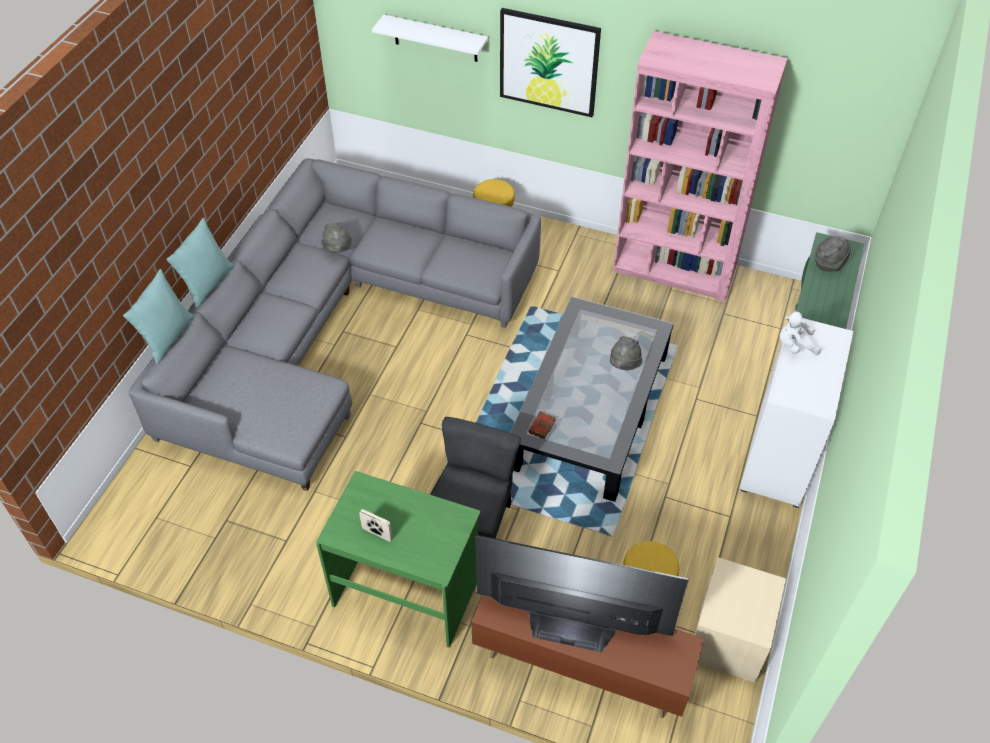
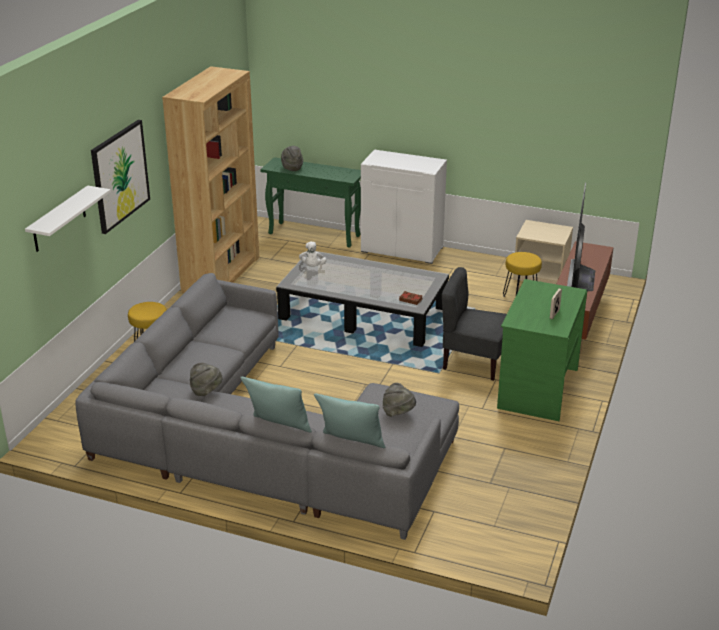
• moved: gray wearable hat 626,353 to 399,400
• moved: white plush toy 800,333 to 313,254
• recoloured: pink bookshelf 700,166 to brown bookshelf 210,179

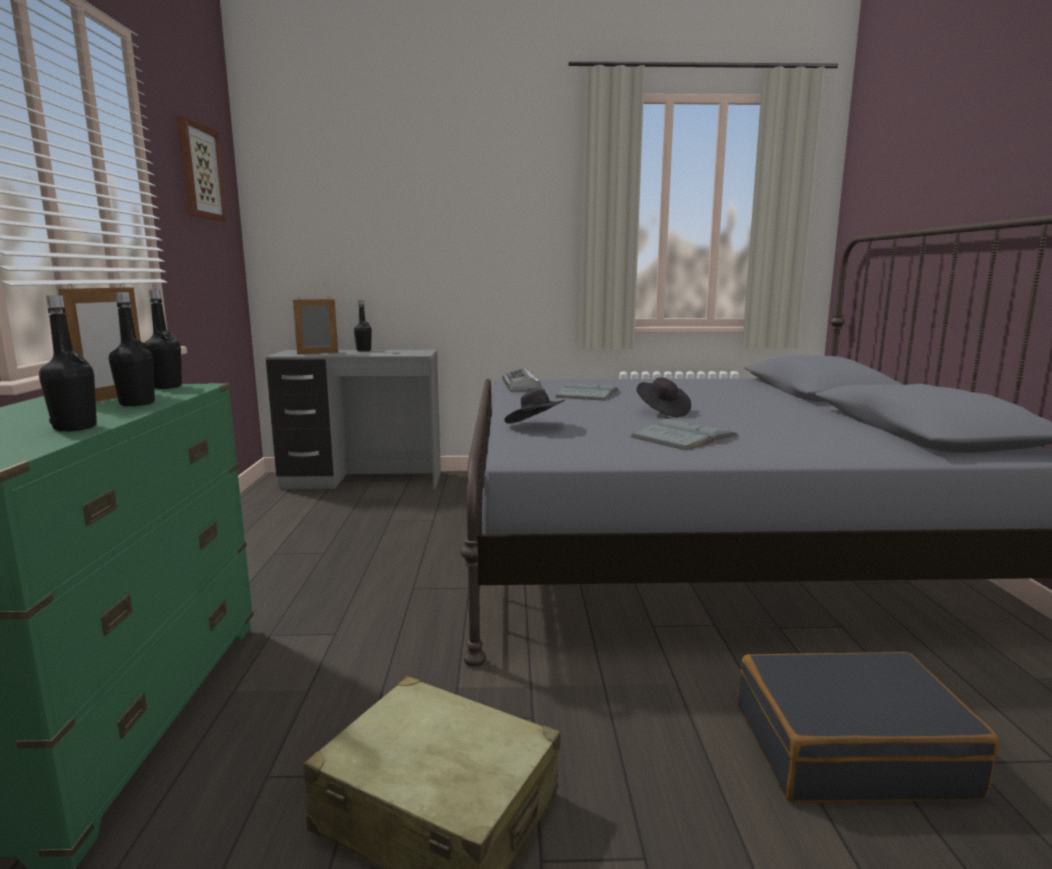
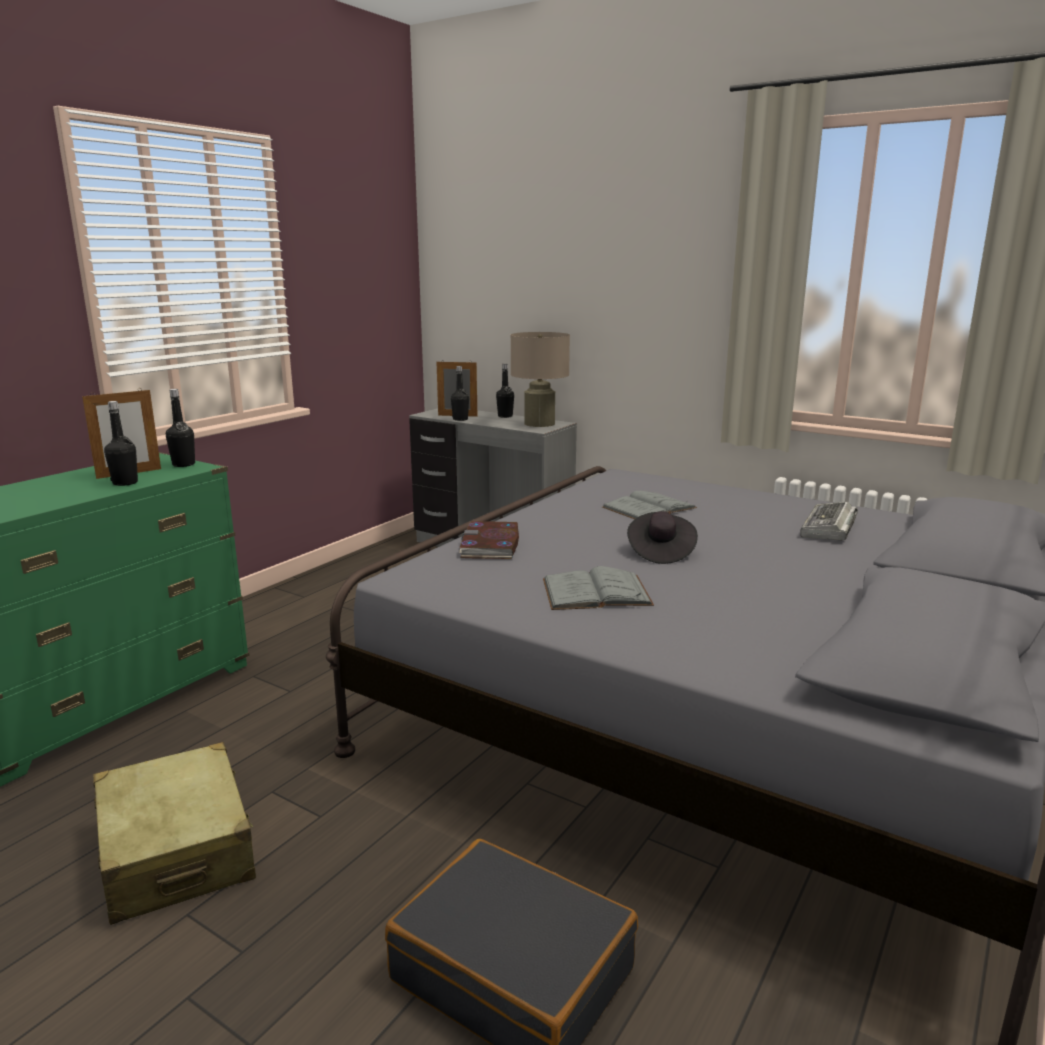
• removed: wall picture 202,169
• added: beige-coloured tabletop lamp 540,379
• moved: black bottle 68,363 to 460,393
• moved: PC keyboard 521,379 to 829,521
• replaced: black wearable hat 535,407 to bound book 489,540

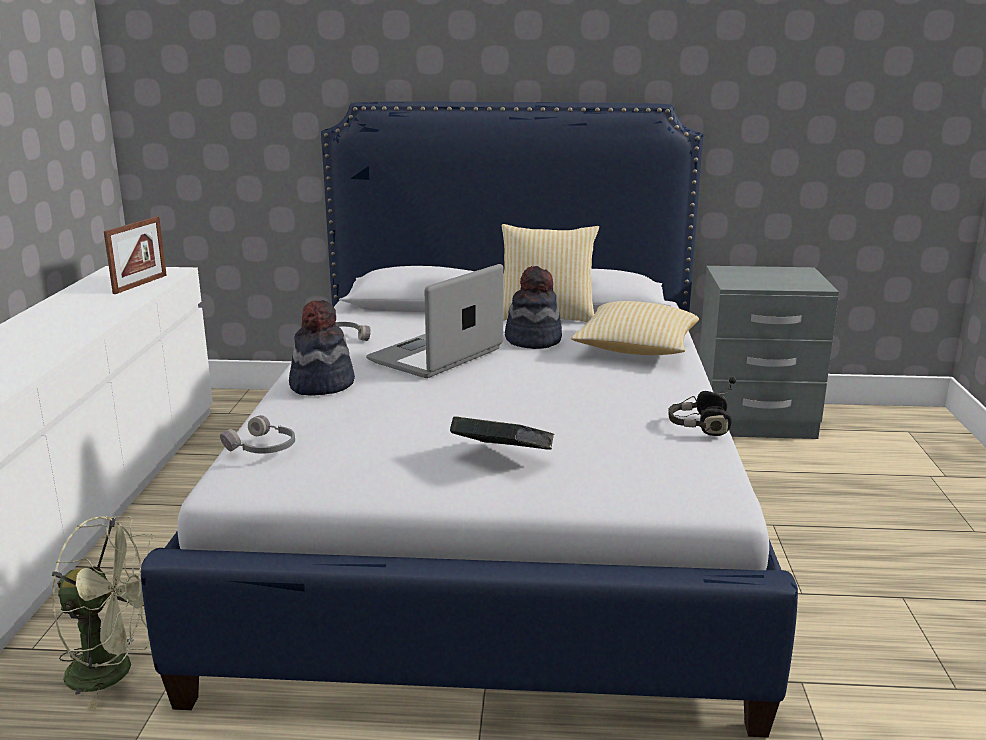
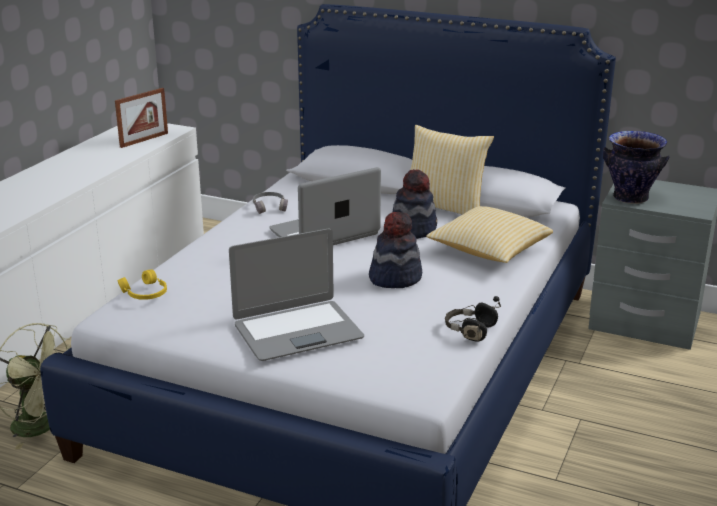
• added: decorative vase 636,167
• moved: wearable hat 322,348 to 395,250
• replaced: bound book 502,433 to portable computer 296,295
• recoloured: gray pair of headphones 257,434 to yellow pair of headphones 142,284

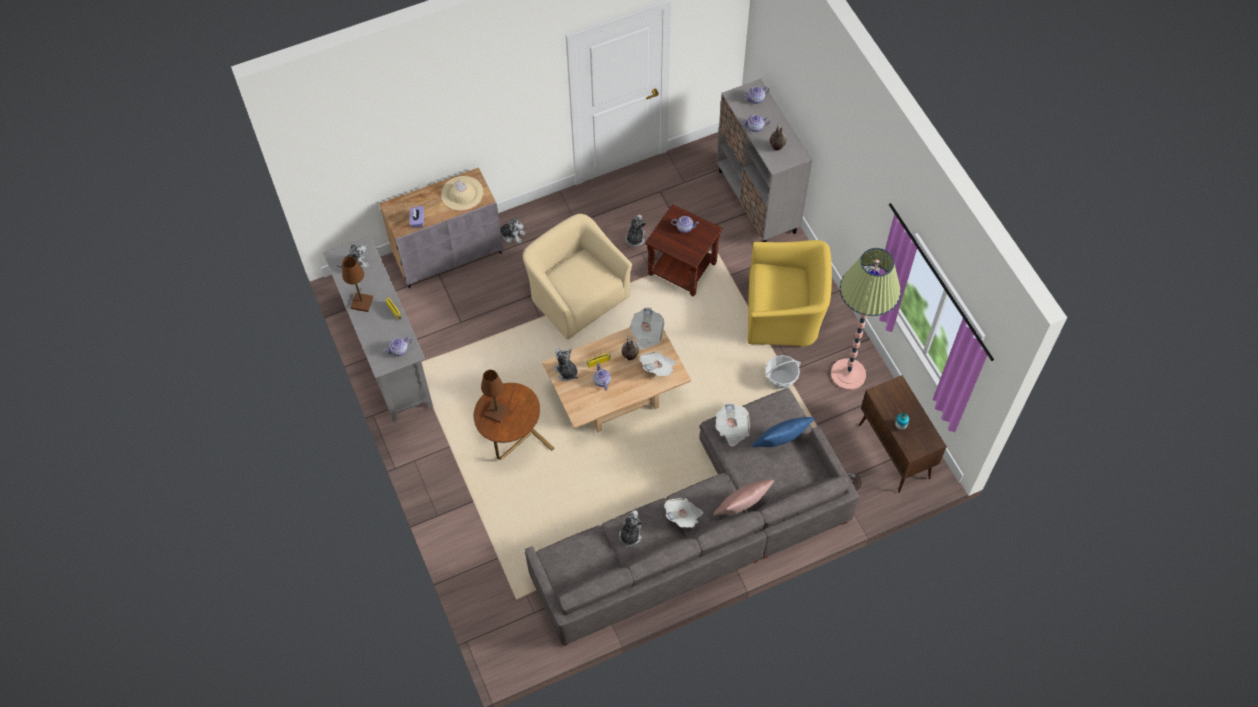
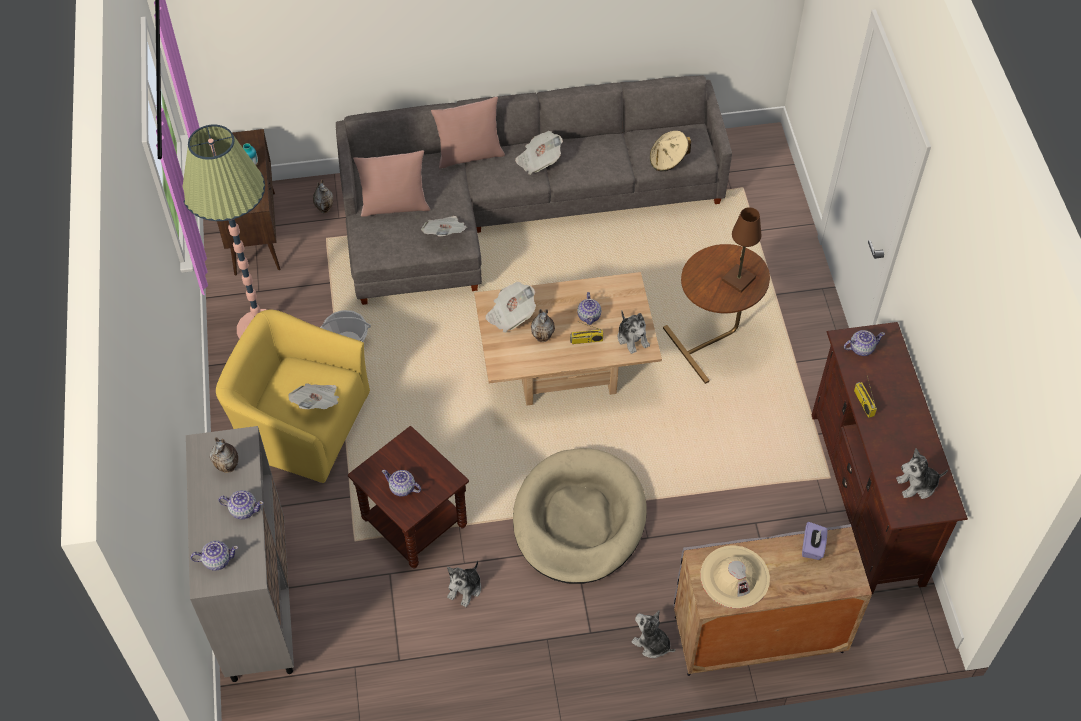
• removed: brown tabletop lamp 357,284
• removed: plush toy 631,529
• added: beige-coloured wearable hat 670,151
• moved: daily paper 647,328 to 313,396
• replaced: beige-coloured lounge chair 577,277 to beige-coloured dog cushion 580,516
• recoloured: gray media console 378,329 to brown media console 890,458
• recoloured: blue-coloured throw pillow 783,432 to pink throw pillow 391,183

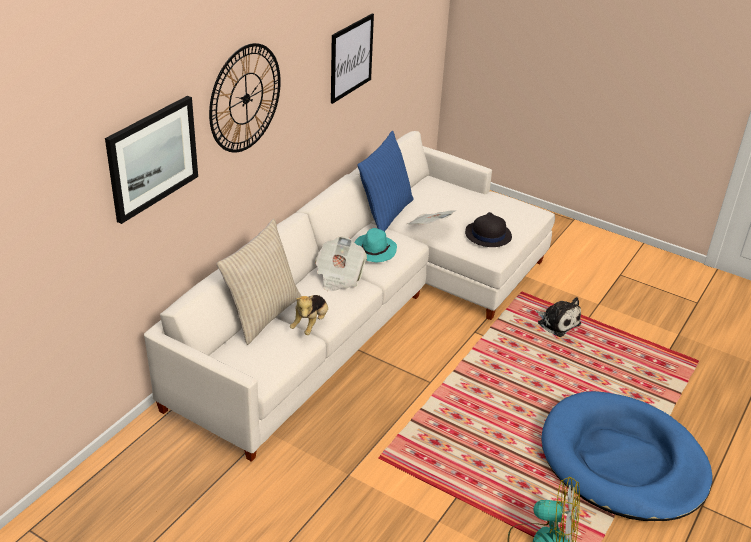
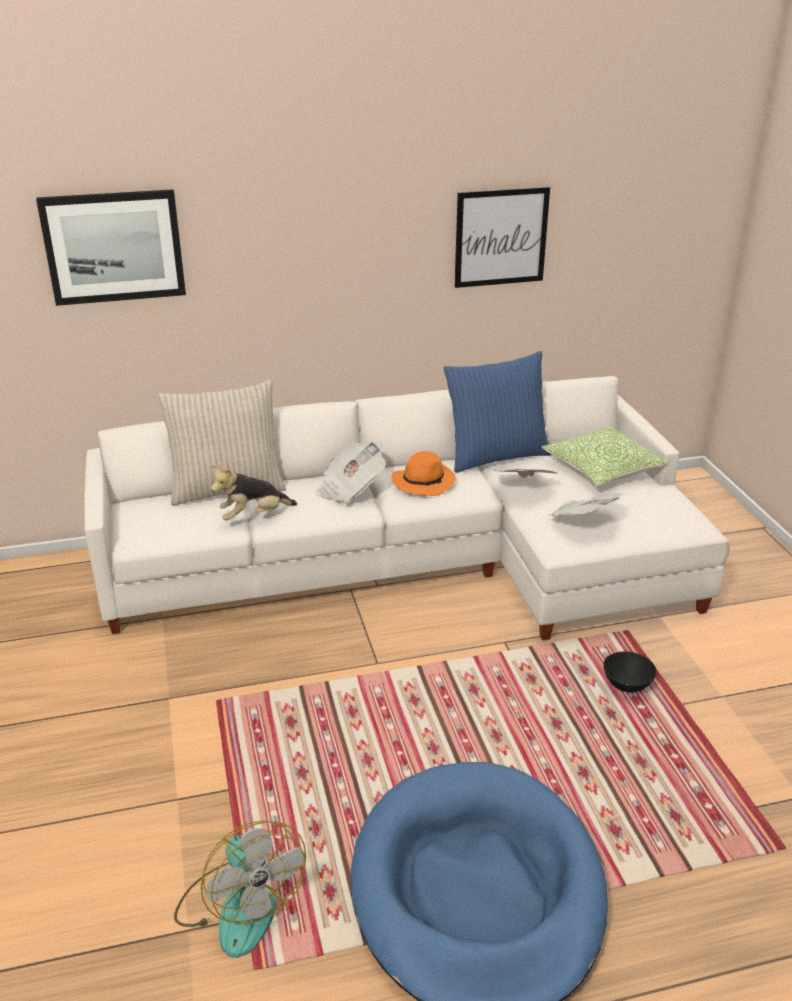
• removed: hanging clock 245,98
• added: throw pillow 605,456
• replaced: black wearable hat 488,229 to daily paper 586,504
• replaced: plush toy 558,317 to black bowl 630,672
• recoloured: turquoise-coloured wearable hat 376,245 to orangey wearable hat 423,473

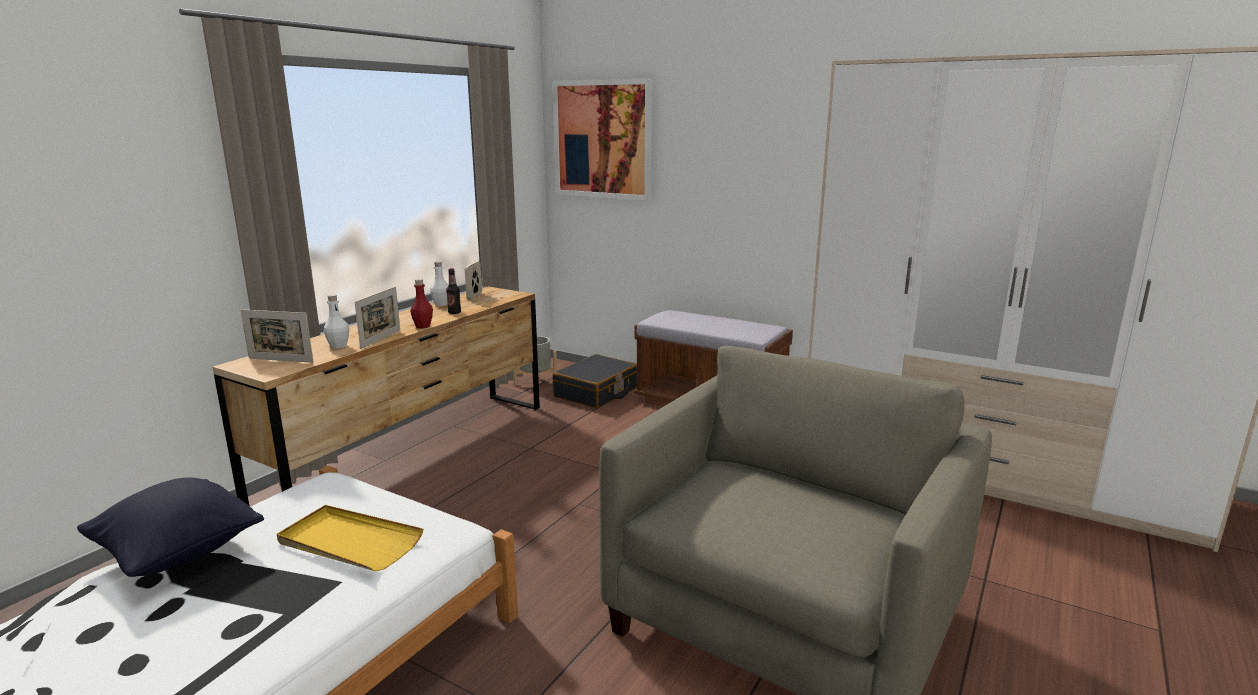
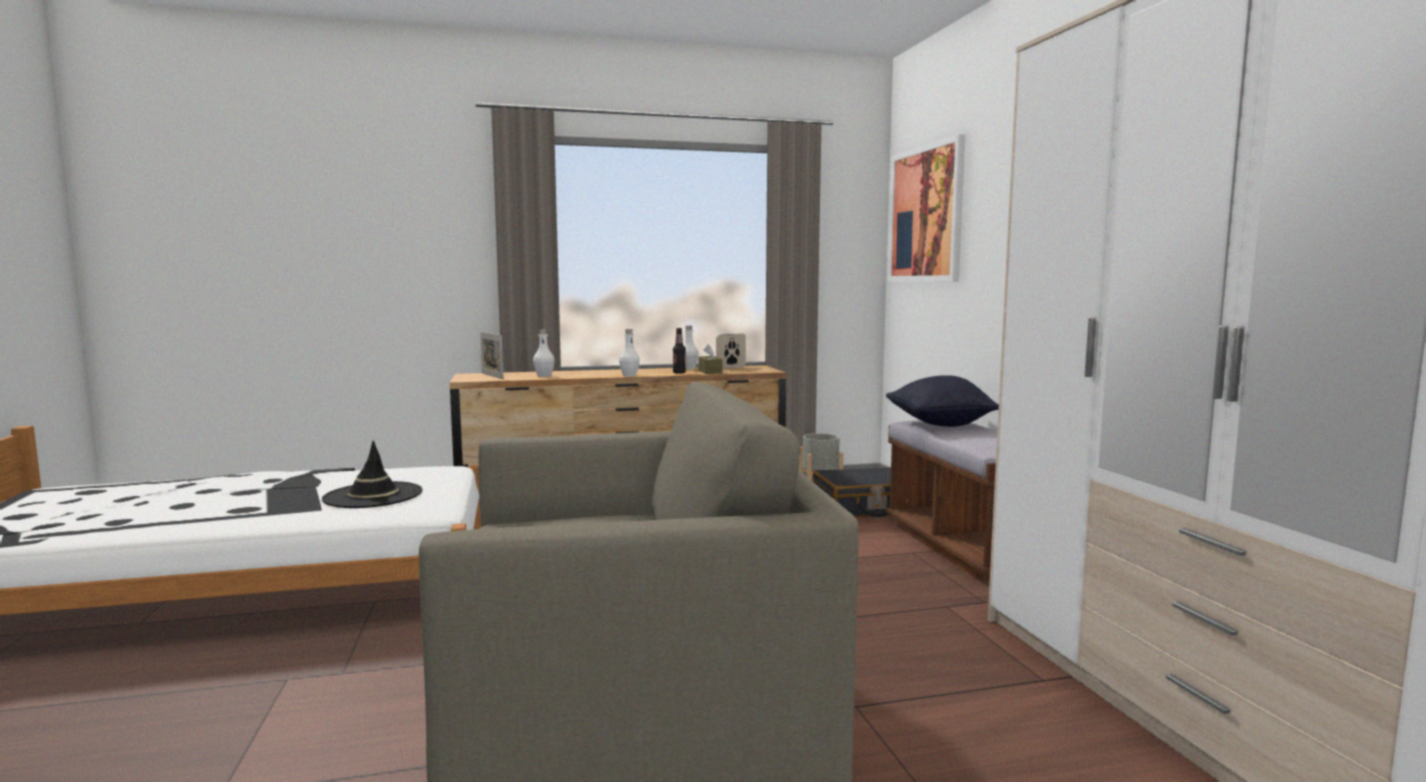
• removed: photo frame 377,318
• added: brown tissue box 710,359
• moved: black throw pillow 170,527 to 942,401
• replaced: yellow serving tray 350,538 to black wearable hat 372,474
• recoloured: reddish bottle 422,303 to white bottle 629,352

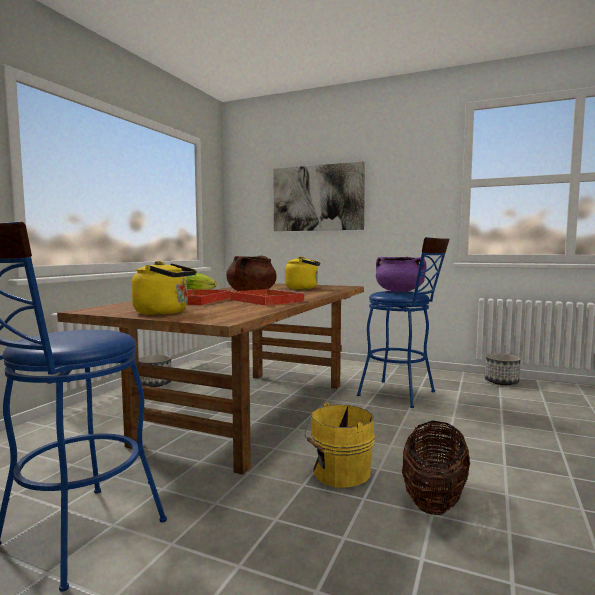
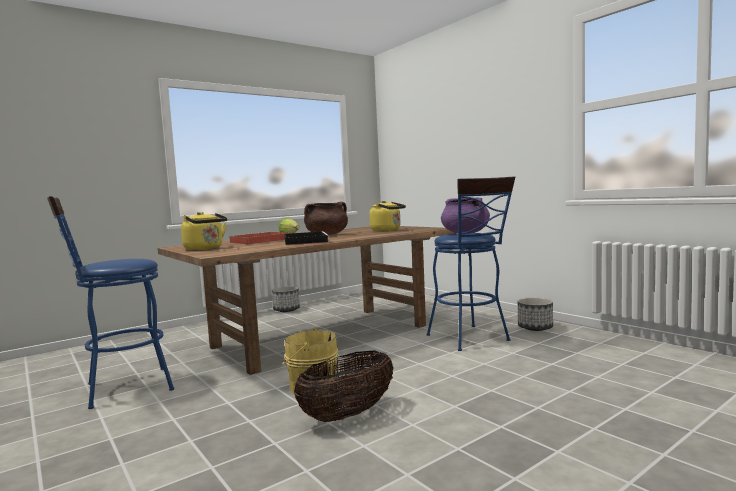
• removed: wall picture 319,196
• moved: plant pot 502,369 to 535,314
• recoloured: reddish serving tray 268,297 to black serving tray 307,238

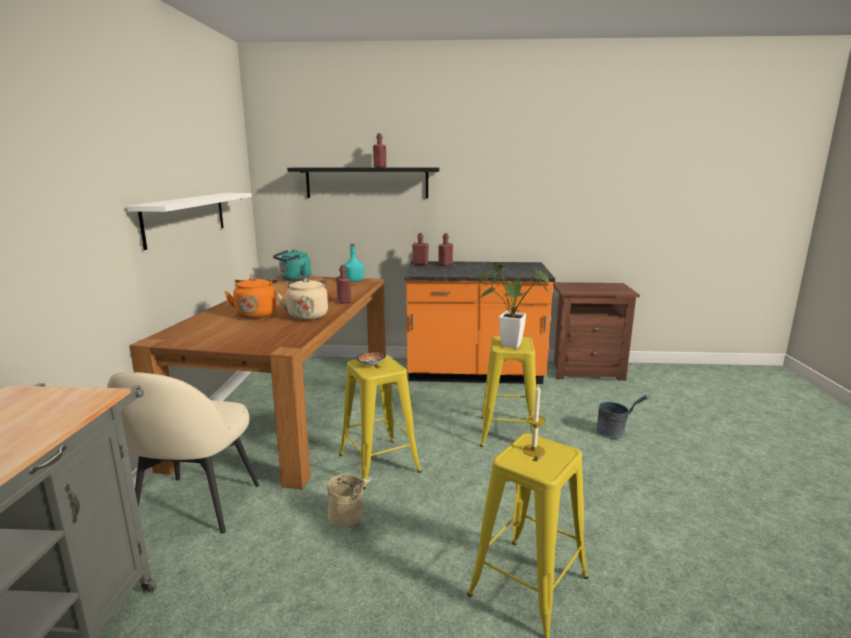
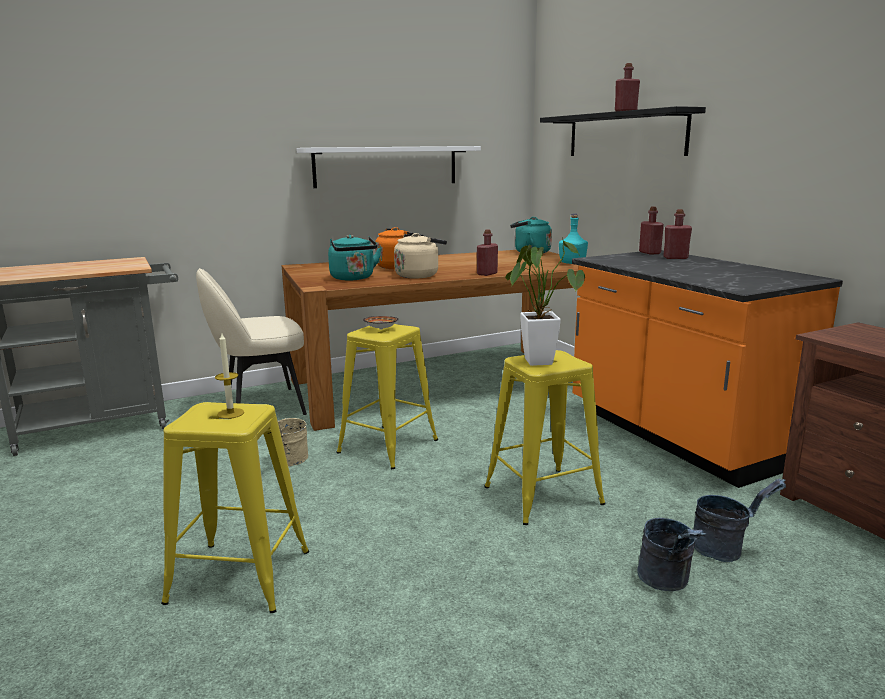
• added: turquoise-coloured kettle 354,258
• added: gray pail 739,520

